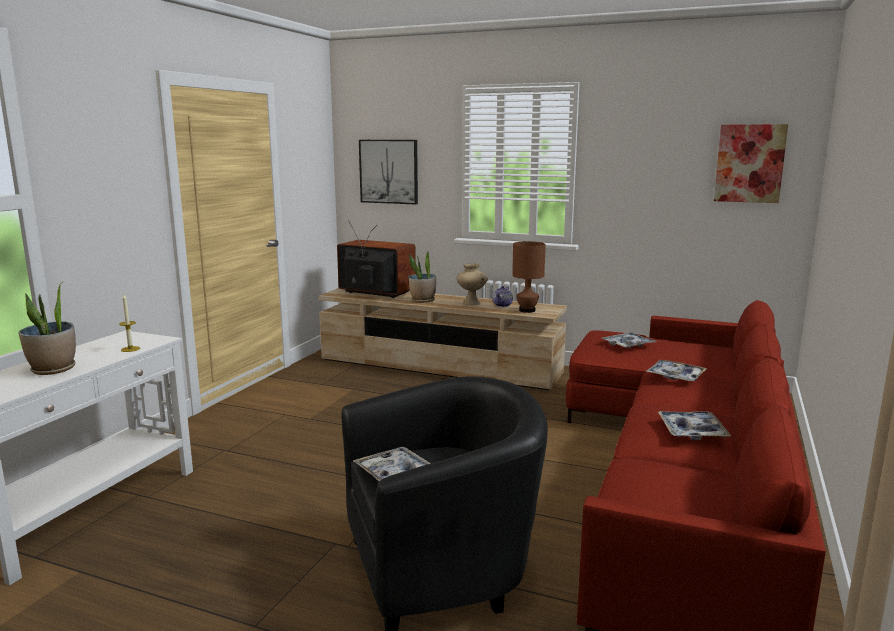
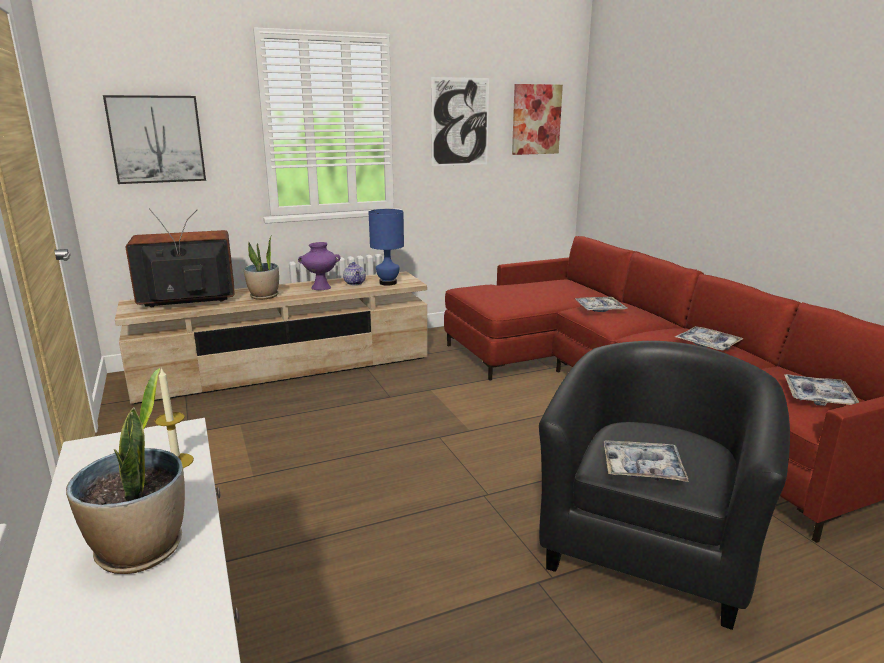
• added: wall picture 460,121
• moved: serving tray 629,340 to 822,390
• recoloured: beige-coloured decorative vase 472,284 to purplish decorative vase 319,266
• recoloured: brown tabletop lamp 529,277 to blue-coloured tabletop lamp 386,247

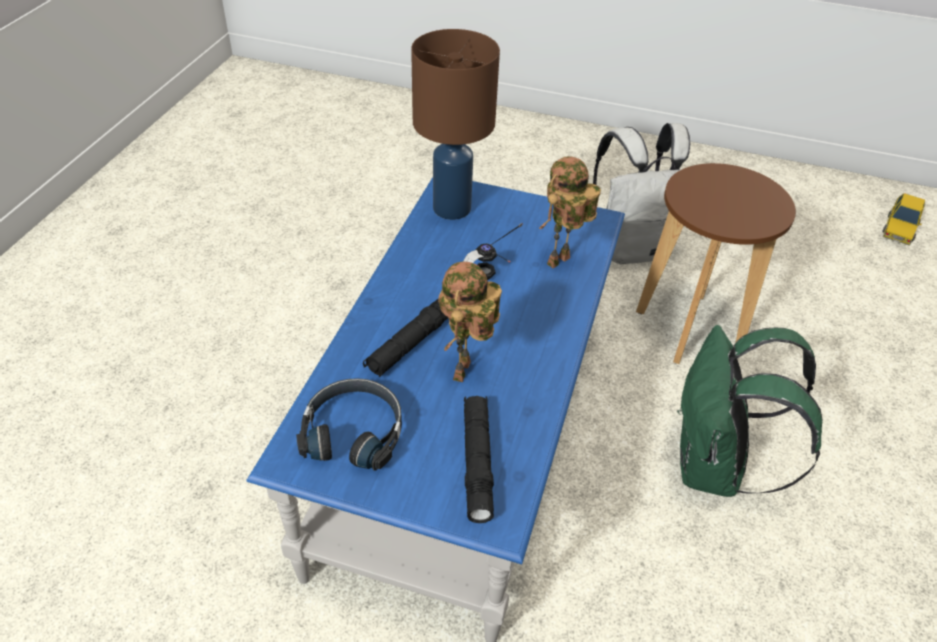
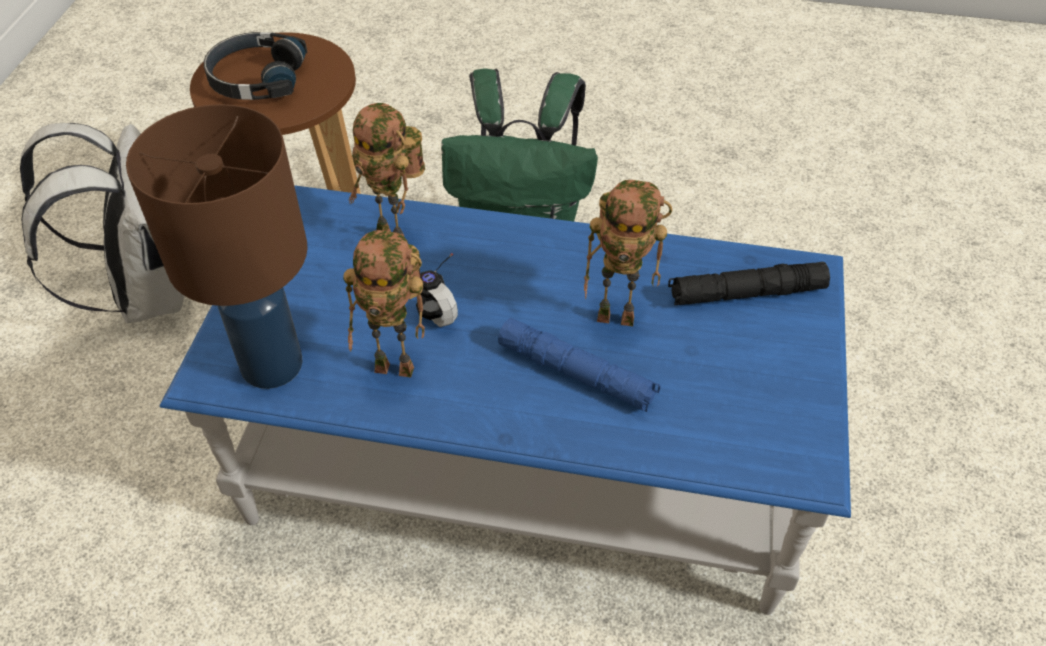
• removed: miniature car 903,219
• added: toy robot 384,304
• moved: black pair of headphones 349,424 to 255,66
• recoloured: black flashlight 405,338 to blue-coloured flashlight 579,365

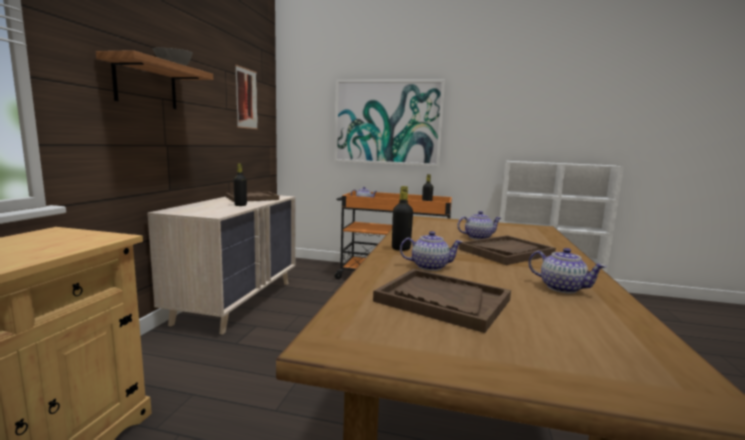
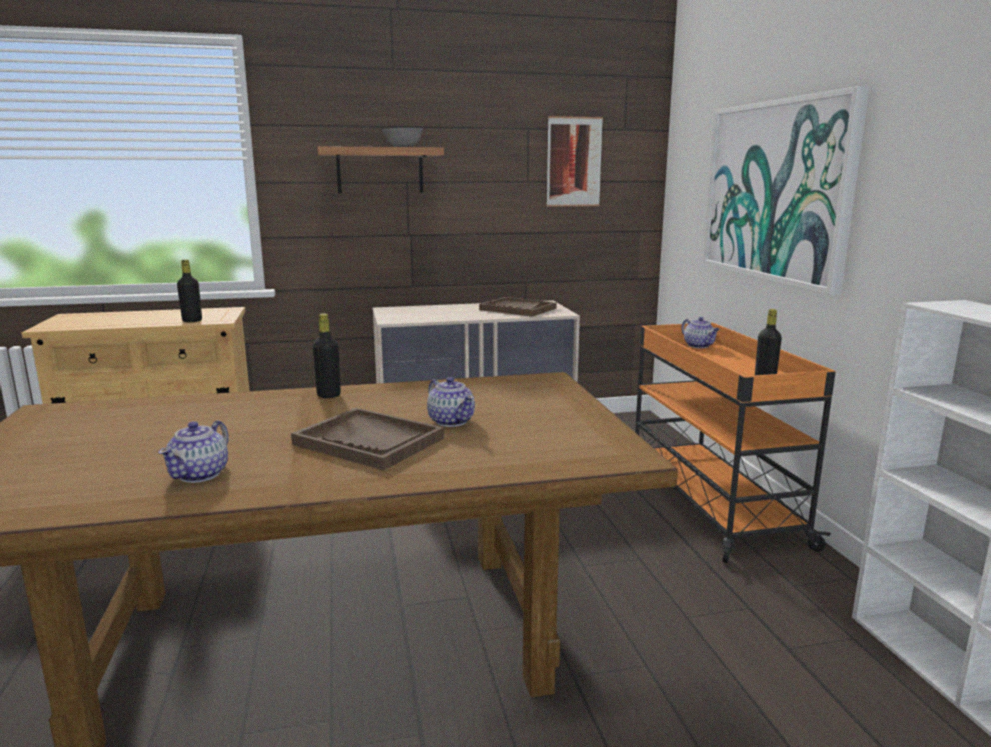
• removed: brown serving tray 442,301
• removed: tea pot 431,251
• moved: black bottle 240,184 to 189,290

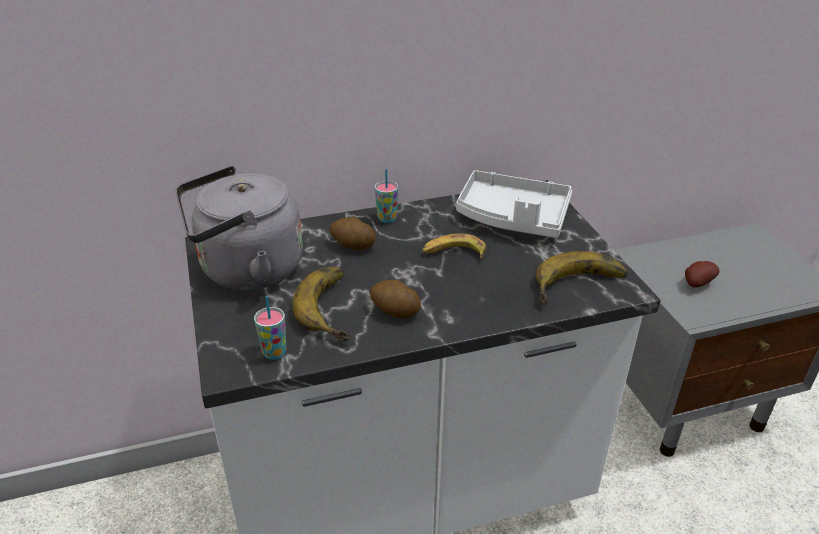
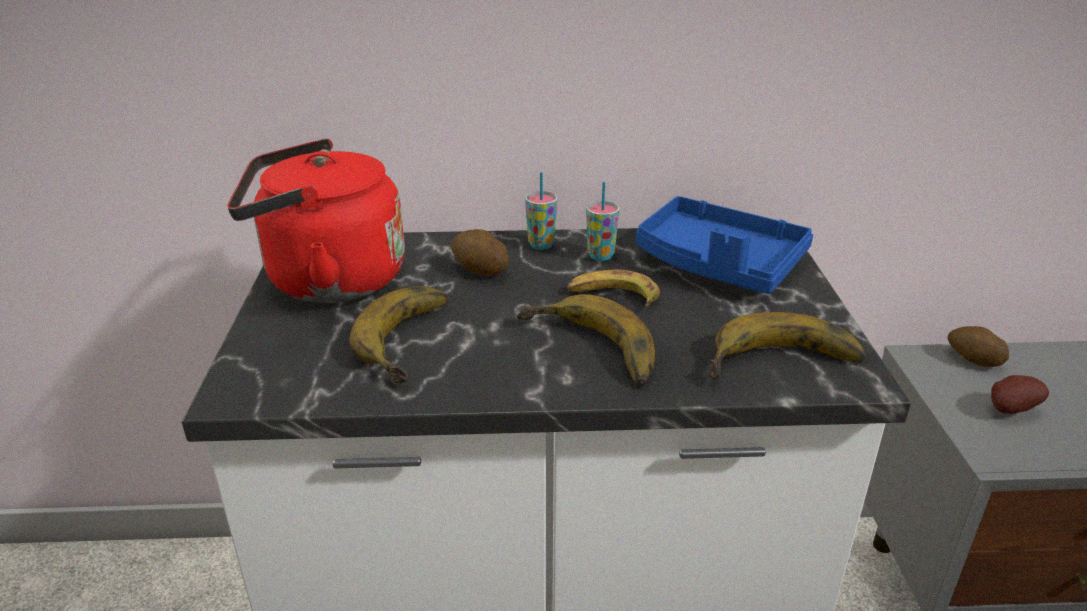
• added: banana 586,340
• moved: cup 270,328 to 603,221
• moved: spud 395,299 to 978,346
• recoloured: gray kettle 239,228 to reddish kettle 316,221
• recoloured: gray serving tray 514,204 to blue-coloured serving tray 724,245

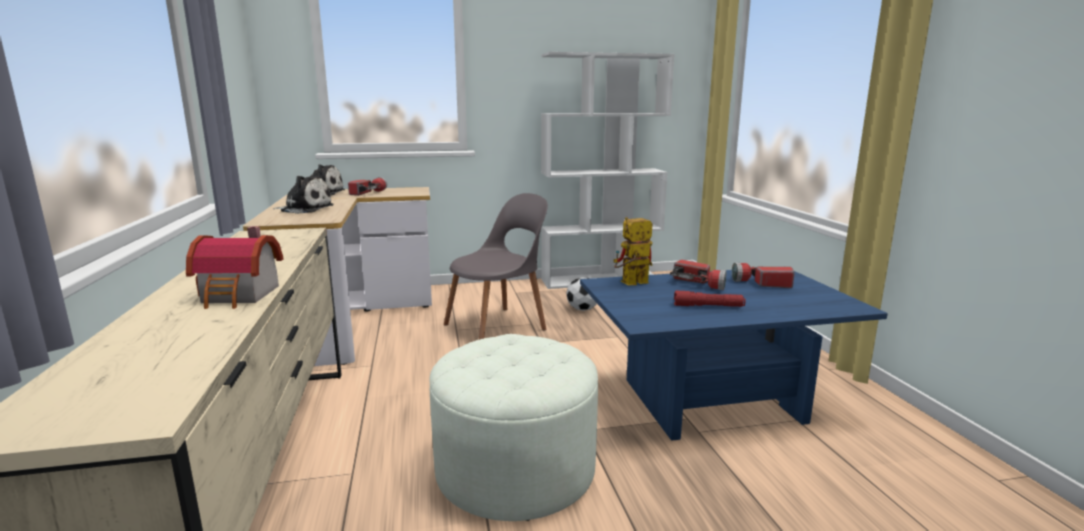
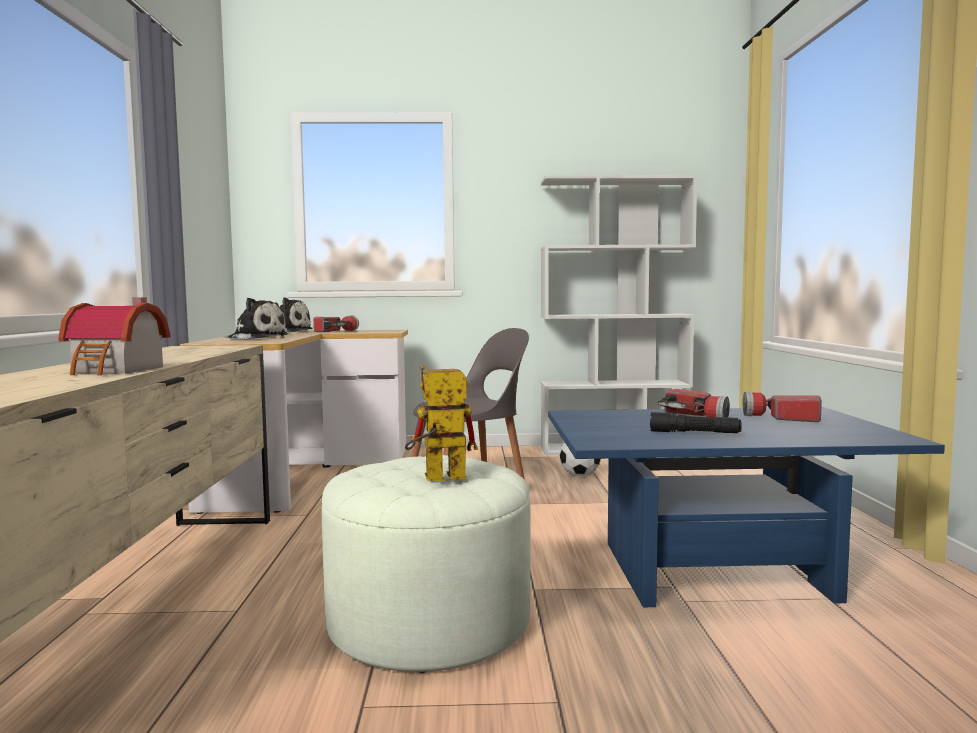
• moved: toy robot 632,251 to 441,423
• recoloured: reddish flashlight 709,299 to black flashlight 696,422

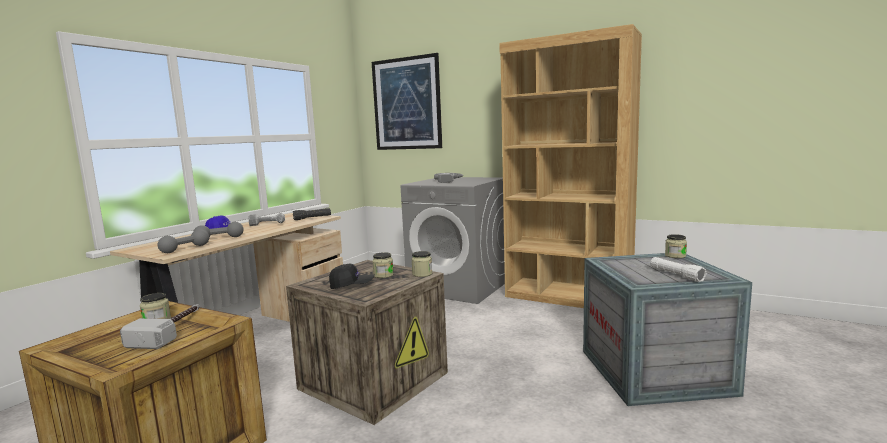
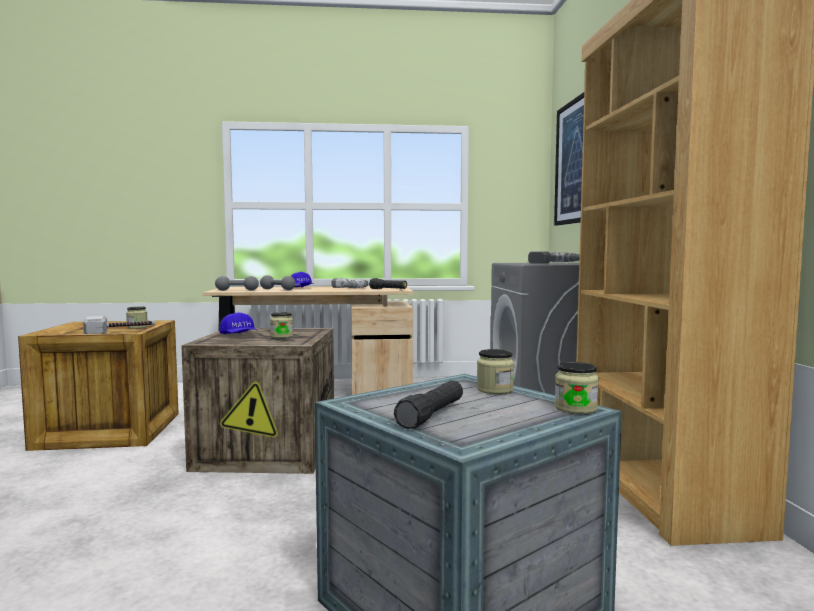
• moved: preserve jar 421,264 to 495,371
• recoloured: black cap 352,276 to blue-coloured cap 238,323
• recoloured: white flashlight 678,269 to black flashlight 428,404

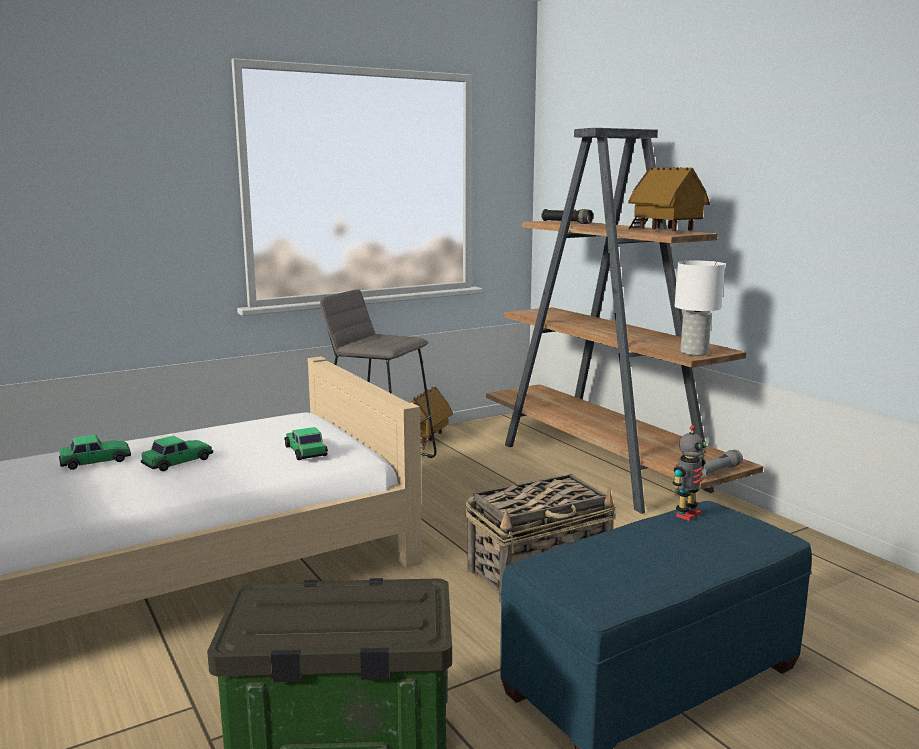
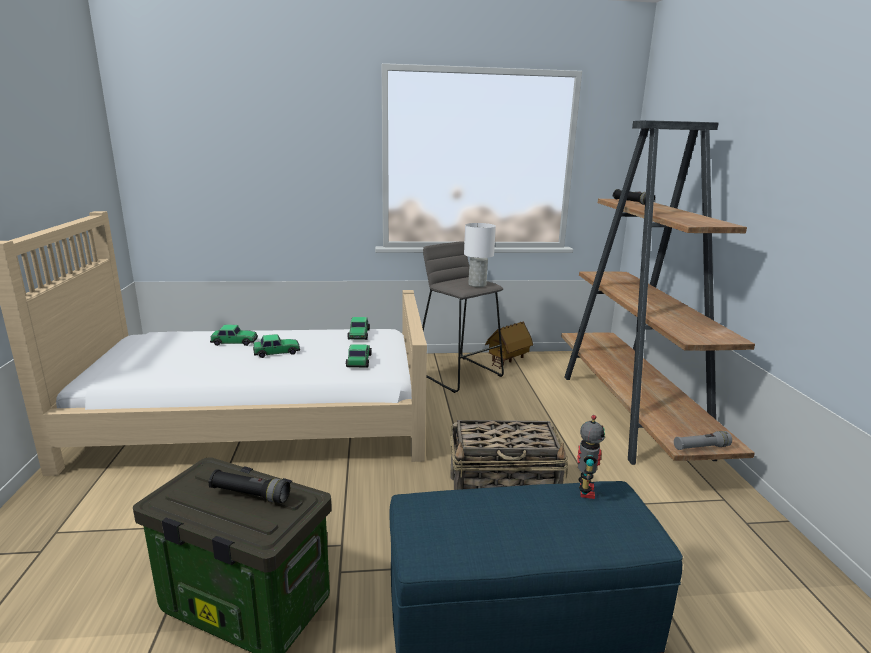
• removed: miniature house 669,199
• added: black flashlight 249,486
• added: miniature car 358,328
• moved: white tabletop lamp 700,308 to 480,255
• turned: toy robot 689,473 = 591,457 60 degrees counterclockwise

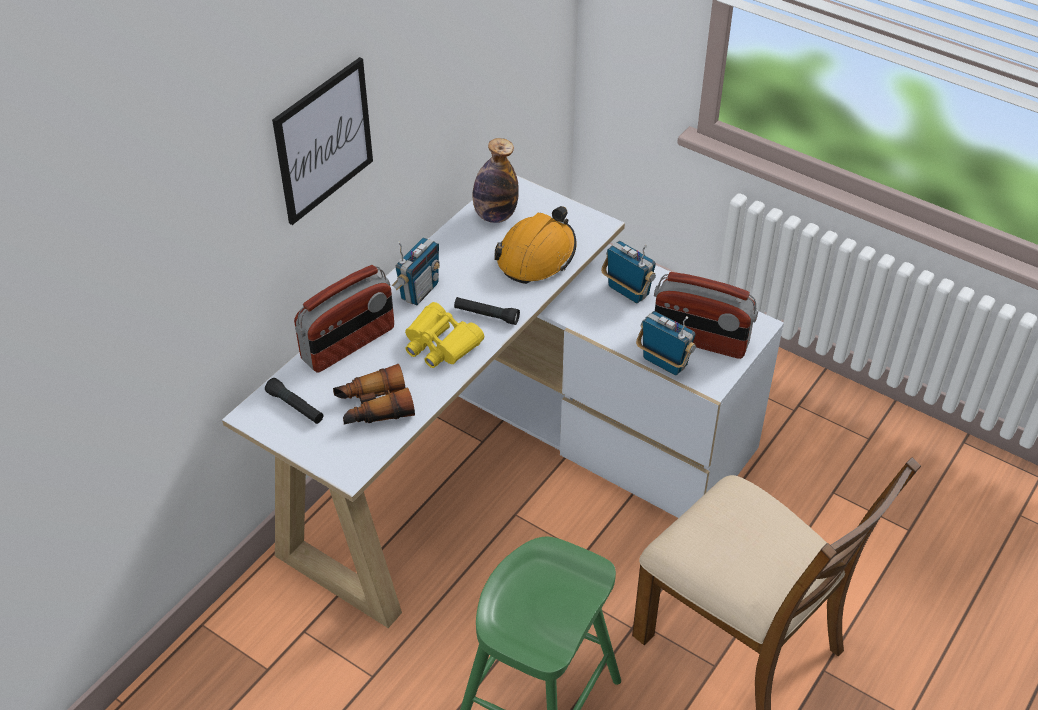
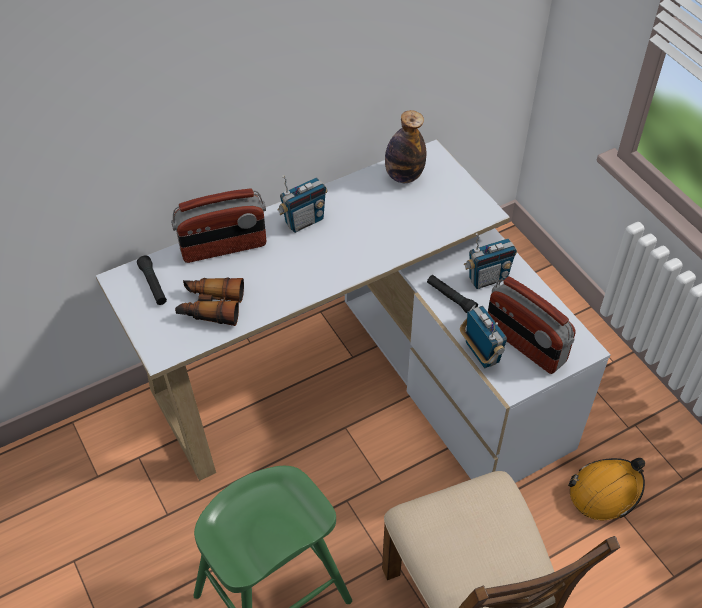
• removed: wall picture 322,141
• removed: yellow field glasses 444,335
• moved: black flashlight 487,311 to 452,294
• moved: orangey work helmet 535,245 to 606,489
• turned: radio 628,272 = 490,261 90 degrees clockwise

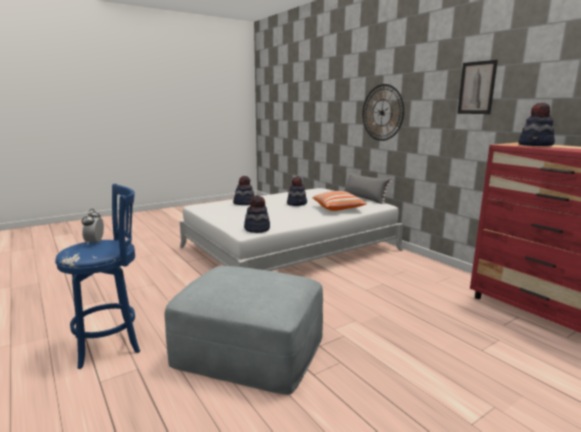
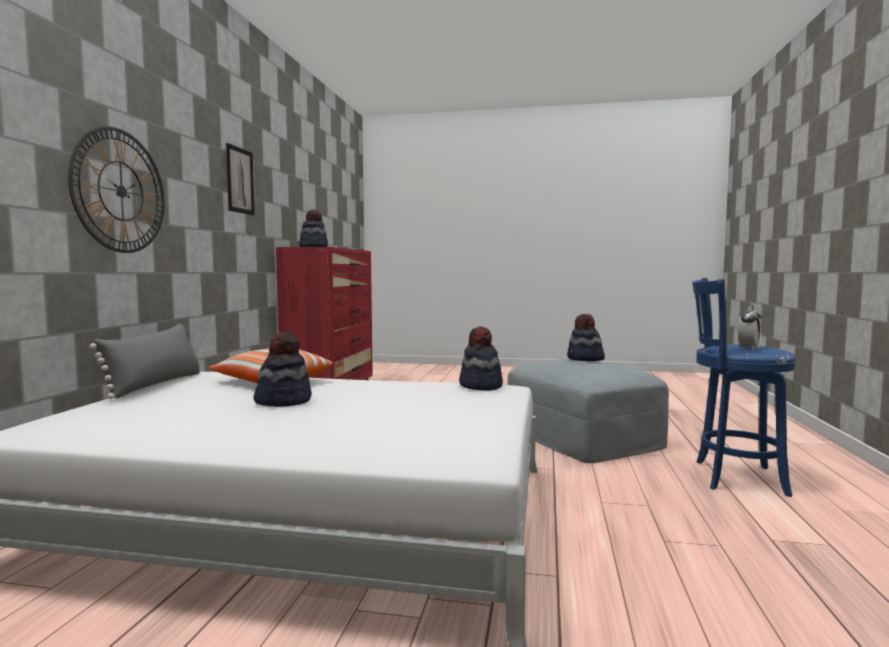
• moved: wearable hat 243,190 to 586,337

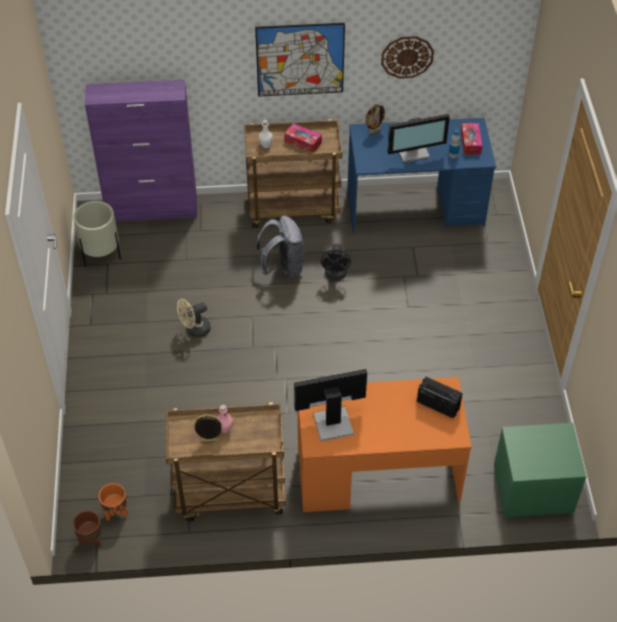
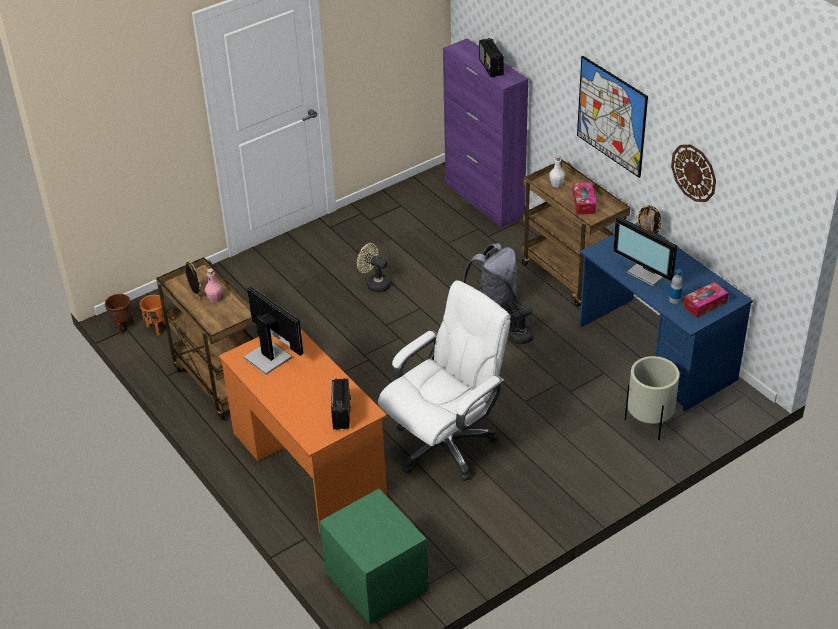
• added: white office chair 444,380
• added: radio 491,57
• moved: beige-coloured plant pot 97,233 to 652,398

